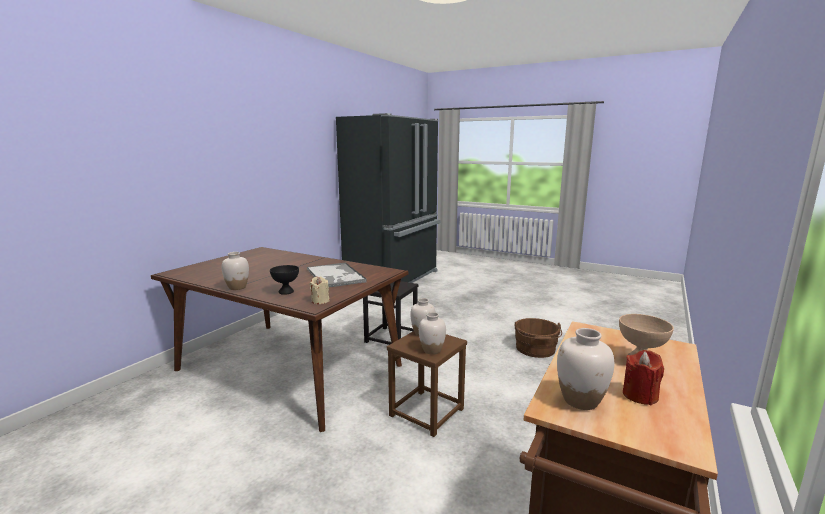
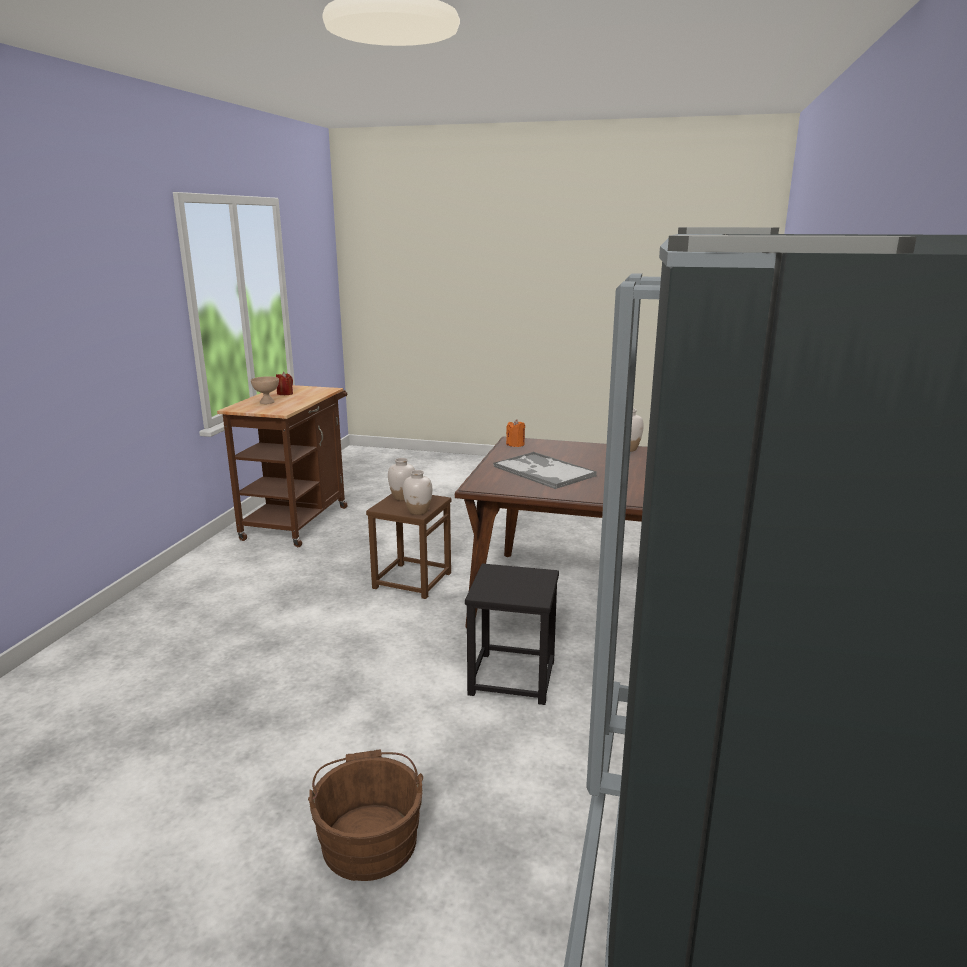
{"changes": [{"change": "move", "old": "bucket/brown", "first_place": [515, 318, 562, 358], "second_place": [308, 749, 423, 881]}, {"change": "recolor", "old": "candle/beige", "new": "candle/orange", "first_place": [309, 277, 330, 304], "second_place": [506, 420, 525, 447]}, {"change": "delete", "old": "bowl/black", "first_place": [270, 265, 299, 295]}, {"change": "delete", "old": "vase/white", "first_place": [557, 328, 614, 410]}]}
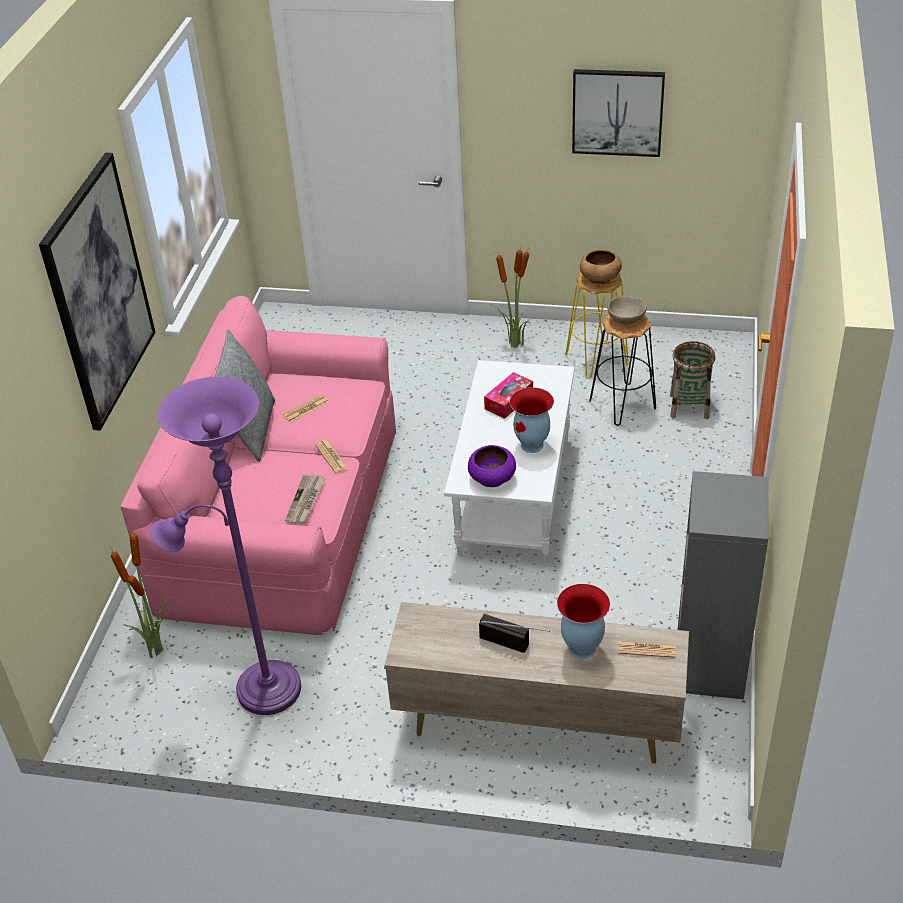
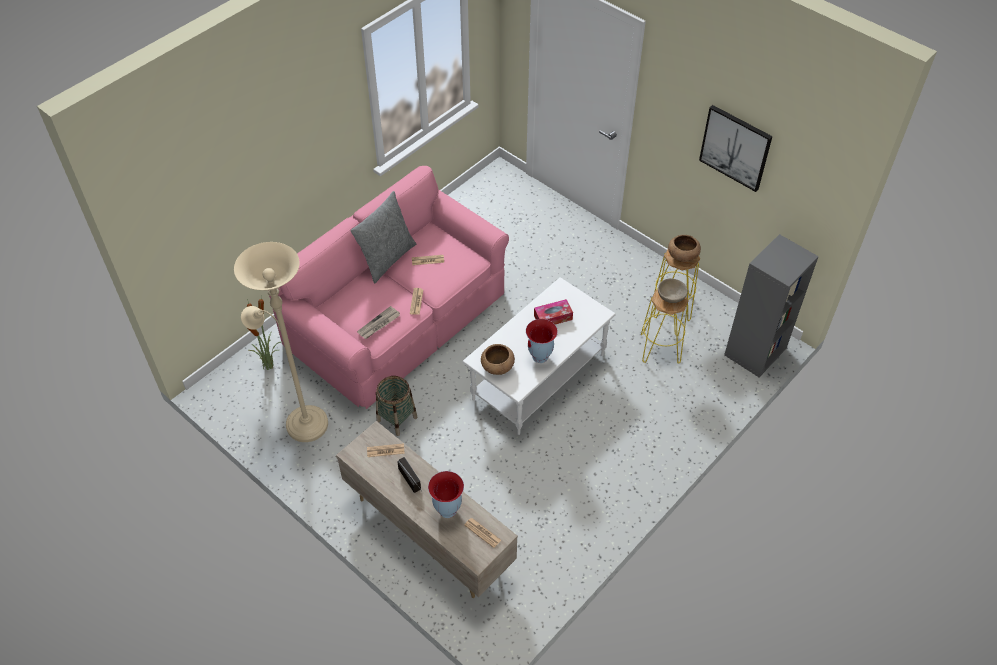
{"changes": [{"change": "recolor", "old": "floor lamp/purple", "new": "floor lamp/beige", "first_place": [150, 377, 301, 715], "second_place": [234, 242, 328, 442]}, {"change": "insert", "new": "newspaper", "second_place": [367, 443, 405, 457]}, {"change": "move", "old": "basket", "first_place": [670, 341, 715, 419], "second_place": [376, 376, 417, 436]}, {"change": "recolor", "old": "bowl/purple", "new": "bowl/brown", "first_place": [468, 445, 516, 487], "second_place": [481, 344, 515, 375]}, {"change": "recolor", "old": "stool/black", "new": "stool/yellow", "first_place": [589, 314, 656, 426], "second_place": [641, 289, 688, 364]}, {"change": "move", "old": "bookcase/grey", "first_place": [677, 471, 768, 699], "second_place": [724, 234, 819, 377]}, {"change": "delete", "old": "picture", "first_place": [39, 153, 156, 431]}, {"change": "delete", "old": "potted plant", "first_place": [490, 246, 536, 348]}]}
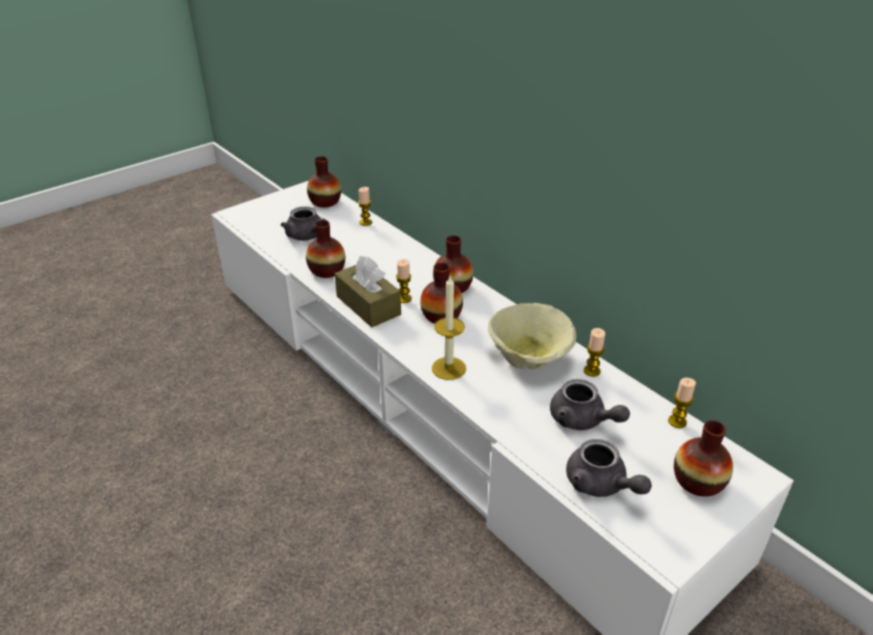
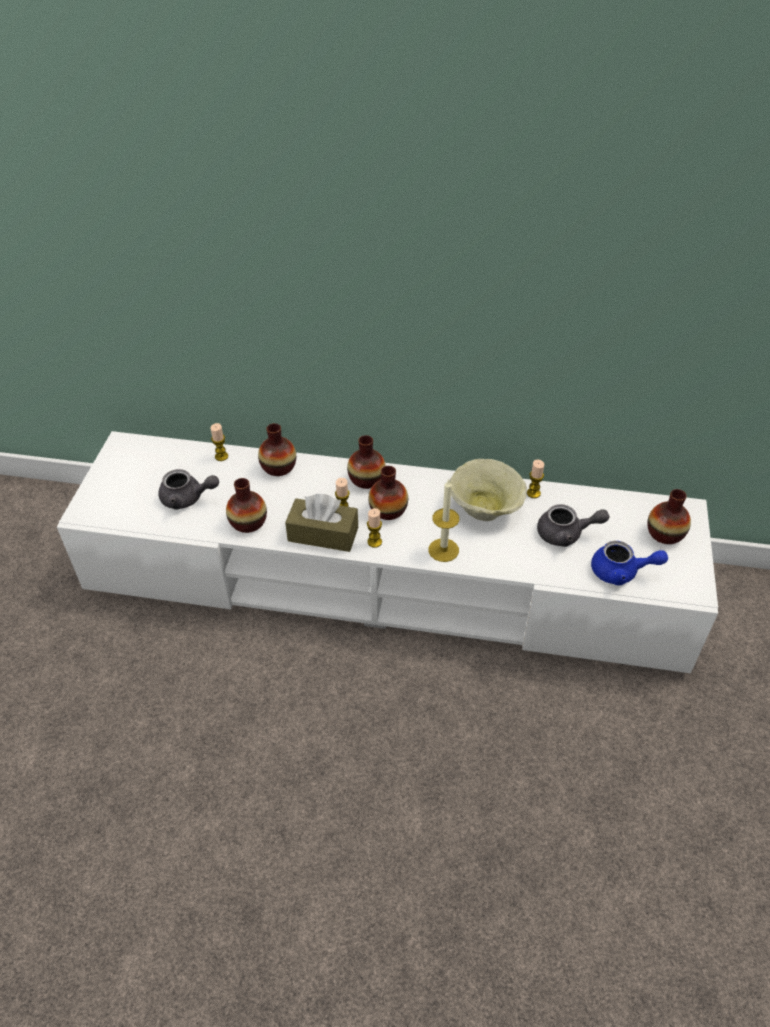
{"changes": [{"change": "move", "old": "vase", "first_place": [307, 156, 341, 208], "second_place": [258, 423, 296, 476]}, {"change": "move", "old": "candle", "first_place": [668, 378, 696, 428], "second_place": [367, 508, 382, 548]}, {"change": "recolor", "old": "teapot/grey", "new": "teapot/blue", "first_place": [566, 439, 652, 497], "second_place": [591, 541, 668, 585]}]}
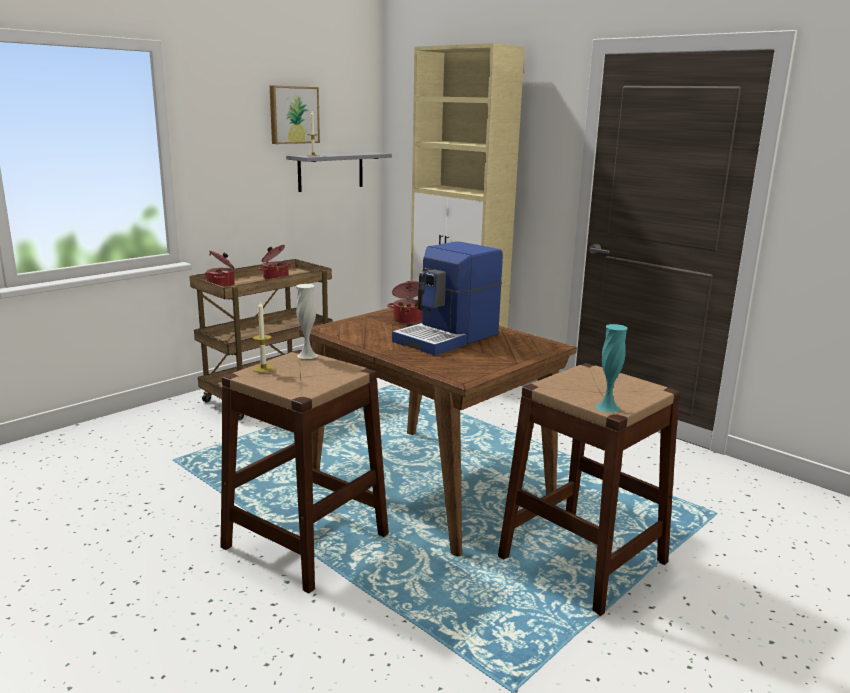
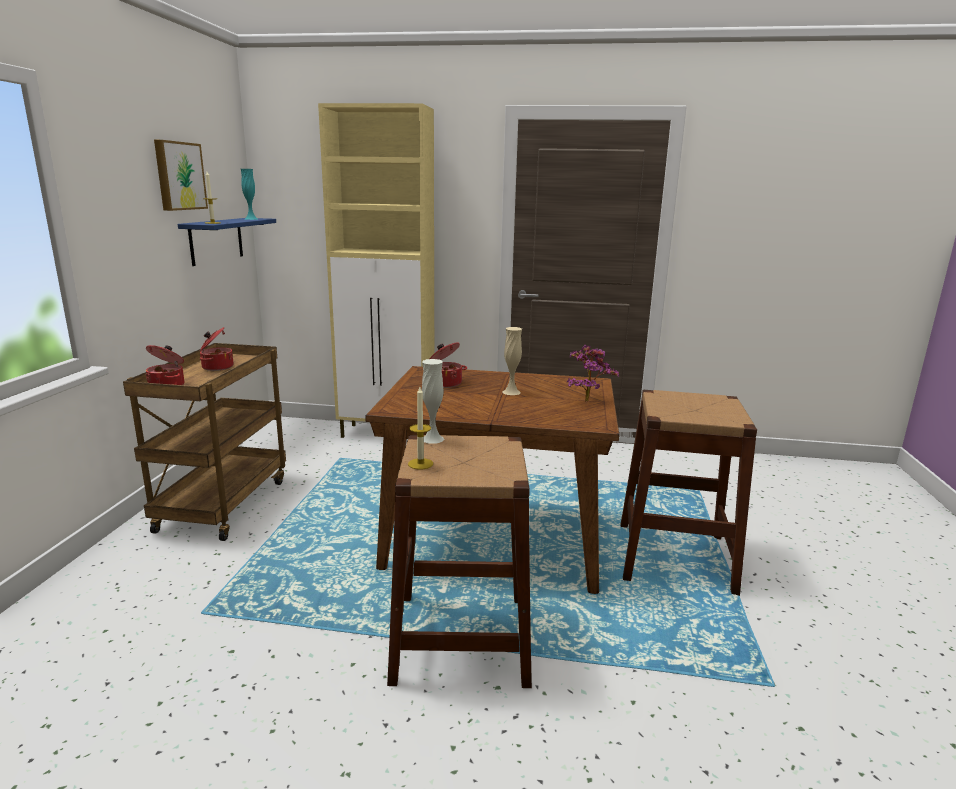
{"changes": [{"change": "recolor", "old": "shelf/grey", "new": "shelf/blue", "first_place": [286, 152, 392, 192], "second_place": [178, 218, 276, 266]}, {"change": "move", "old": "vase/turquoise", "first_place": [595, 324, 628, 413], "second_place": [241, 169, 257, 220]}, {"change": "replace", "old": "coffee machine", "new": "vase/beige", "first_place": [392, 241, 503, 356], "second_place": [502, 327, 522, 395]}, {"change": "insert", "new": "potted plant", "second_place": [567, 345, 619, 402]}]}
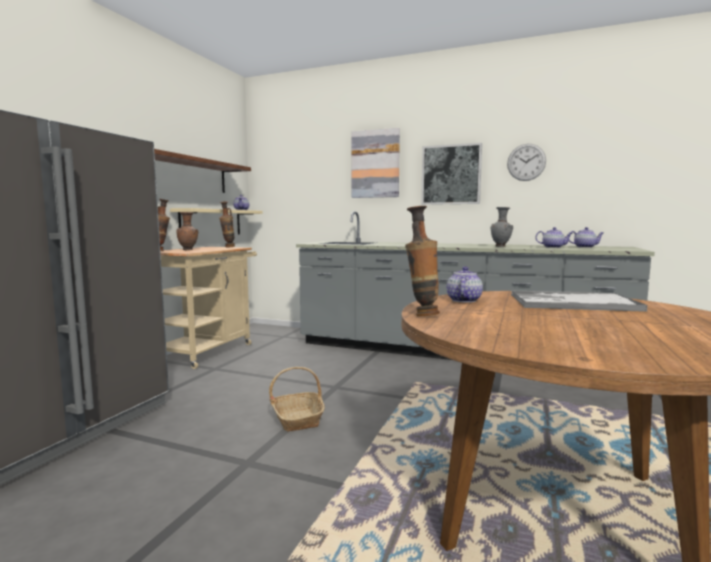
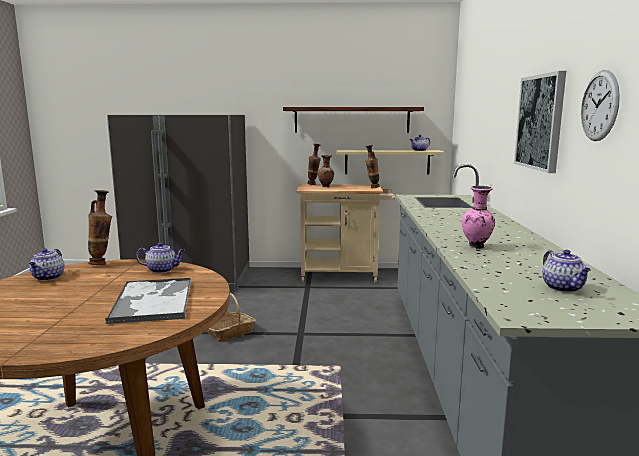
{"changes": [{"change": "move", "old": "teapot", "first_place": [535, 227, 572, 248], "second_place": [29, 248, 65, 281]}, {"change": "recolor", "old": "vase/grey", "new": "vase/pink", "first_place": [491, 207, 513, 247], "second_place": [462, 186, 495, 249]}, {"change": "delete", "old": "picture", "first_place": [352, 128, 400, 198]}]}
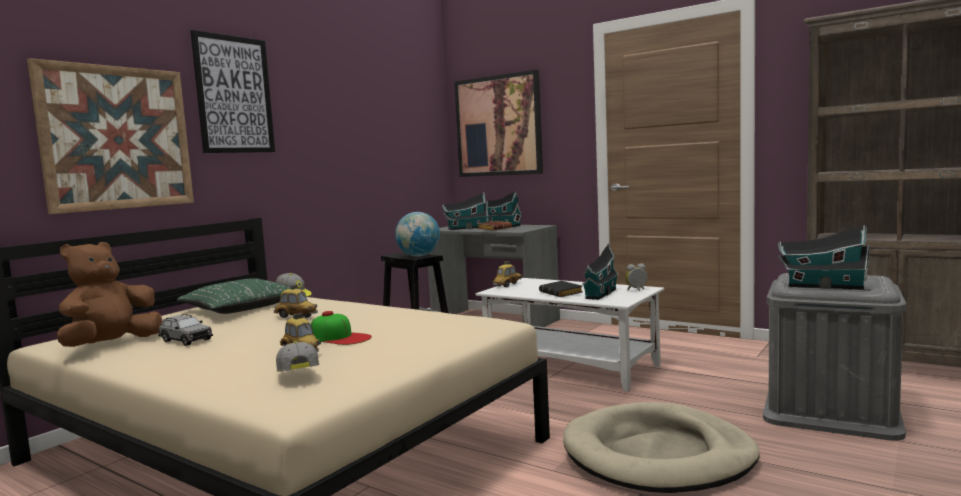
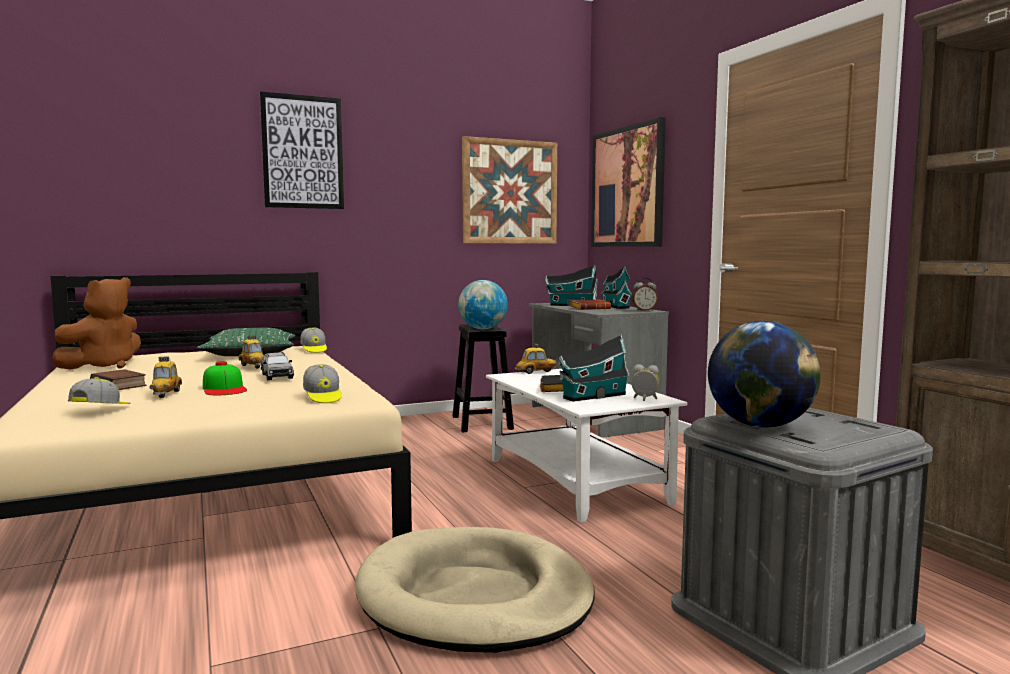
{"changes": [{"change": "rotate", "old": "plush toy/brown", "first_place": [57, 242, 163, 347], "second_place": [52, 277, 141, 370], "degrees": 150}, {"change": "insert", "new": "book", "second_place": [90, 369, 146, 390]}, {"change": "move", "old": "toy car/grey", "first_place": [158, 314, 213, 346], "second_place": [261, 352, 294, 381]}, {"change": "insert", "new": "cap", "second_place": [303, 364, 342, 403]}, {"change": "move", "old": "picture", "first_place": [27, 58, 194, 214], "second_place": [462, 136, 557, 244]}, {"change": "insert", "new": "alarm clock", "second_place": [632, 278, 658, 311]}, {"change": "replace", "old": "toy house", "new": "globe", "first_place": [778, 225, 870, 289], "second_place": [708, 321, 821, 428]}]}
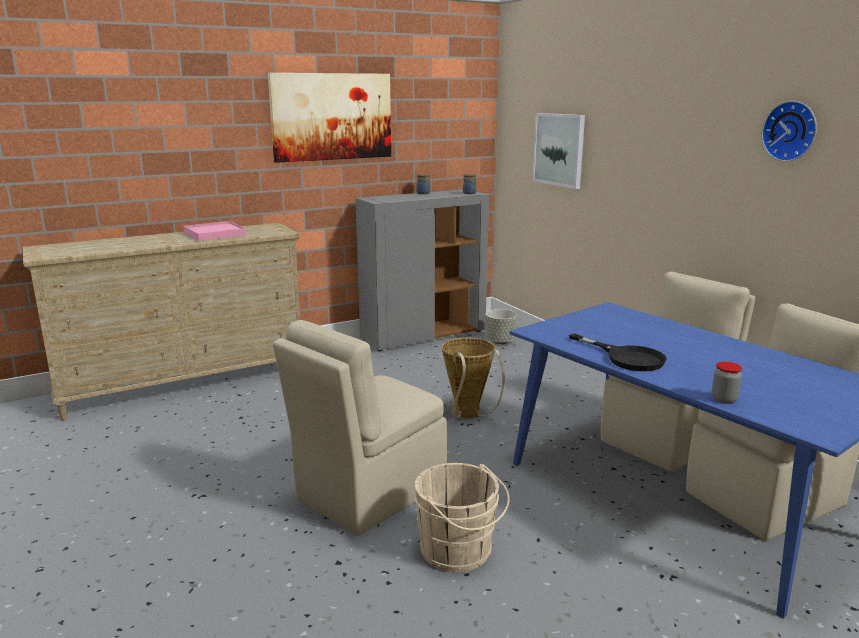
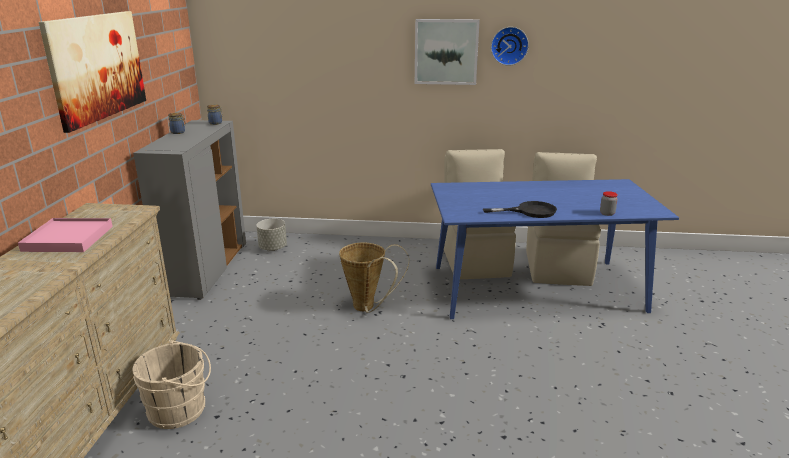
{"changes": [{"change": "move", "old": "bucket/beige", "first_place": [413, 463, 510, 572], "second_place": [132, 340, 211, 429]}, {"change": "move", "old": "picture", "first_place": [532, 113, 585, 189], "second_place": [415, 19, 480, 85]}, {"change": "delete", "old": "chair/beige", "first_place": [273, 320, 447, 536]}]}
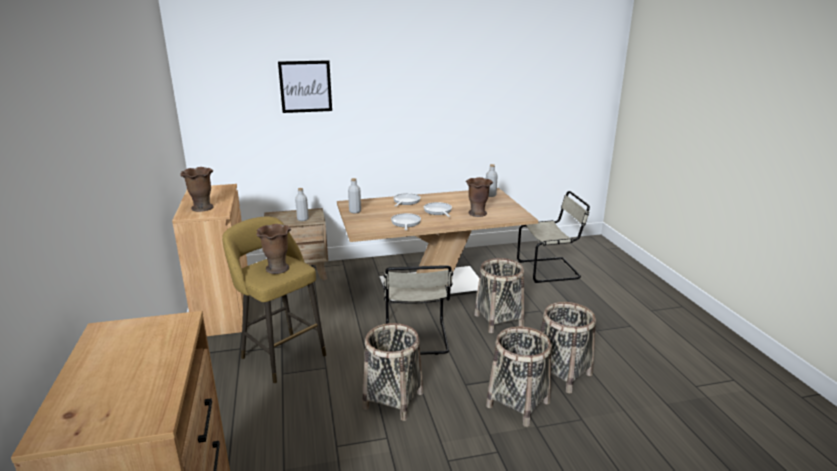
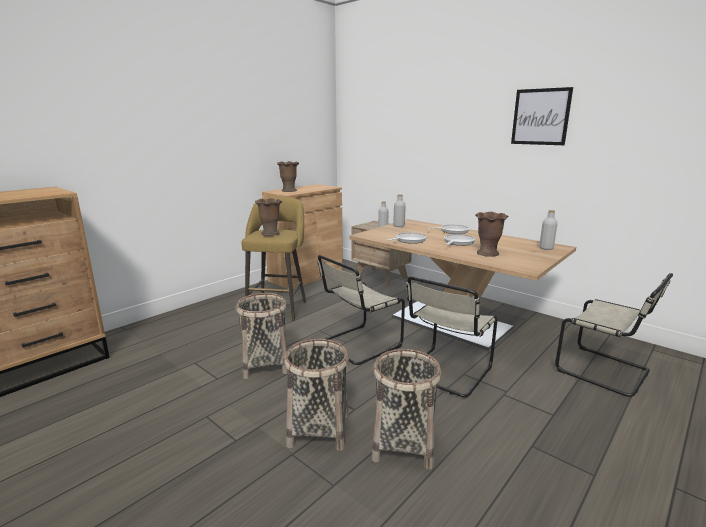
{"changes": [{"change": "replace", "old": "basket", "new": "chair/beige", "first_place": [474, 258, 524, 333], "second_place": [406, 276, 498, 398]}, {"change": "move", "old": "picture", "first_place": [278, 60, 332, 113], "second_place": [511, 87, 573, 145]}]}
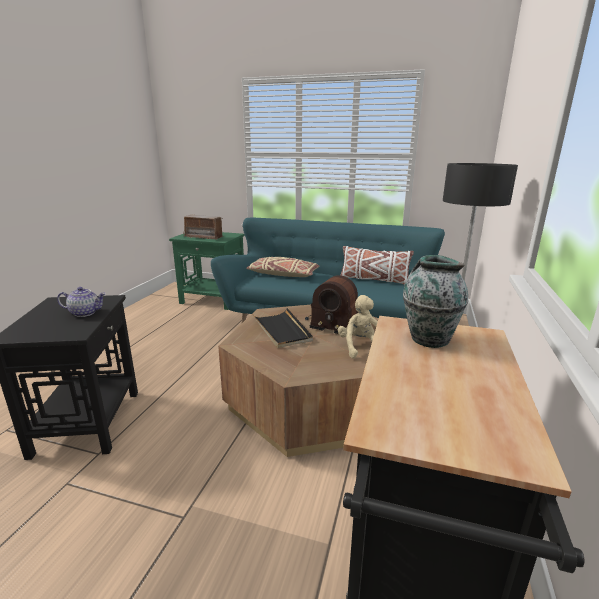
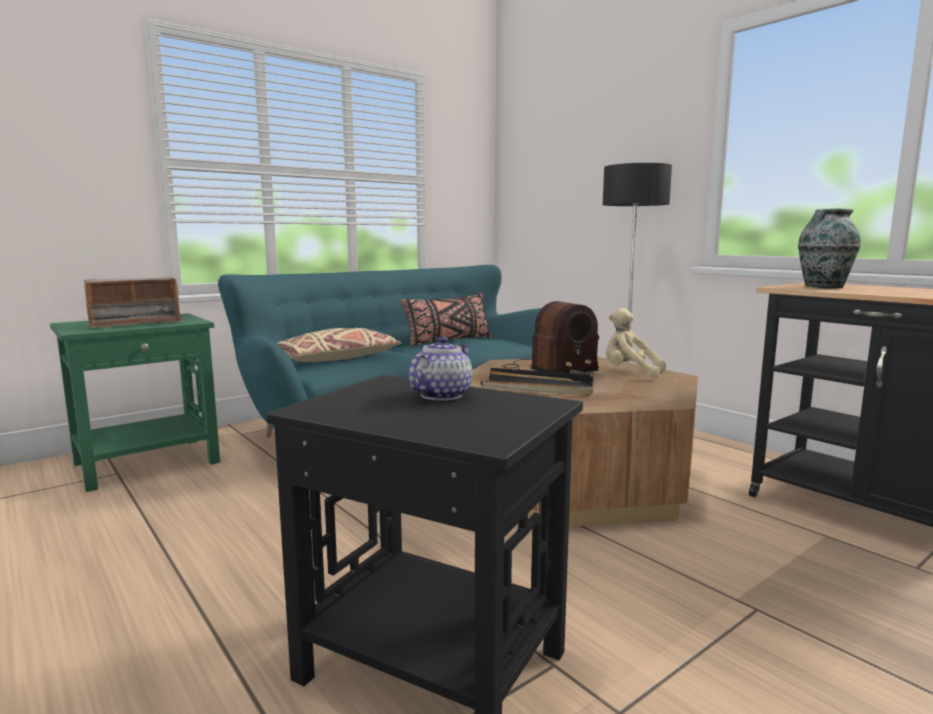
{"changes": [{"change": "recolor", "old": "pillow/white", "new": "pillow/black", "first_place": [340, 246, 414, 285], "second_place": [401, 293, 492, 346]}]}
